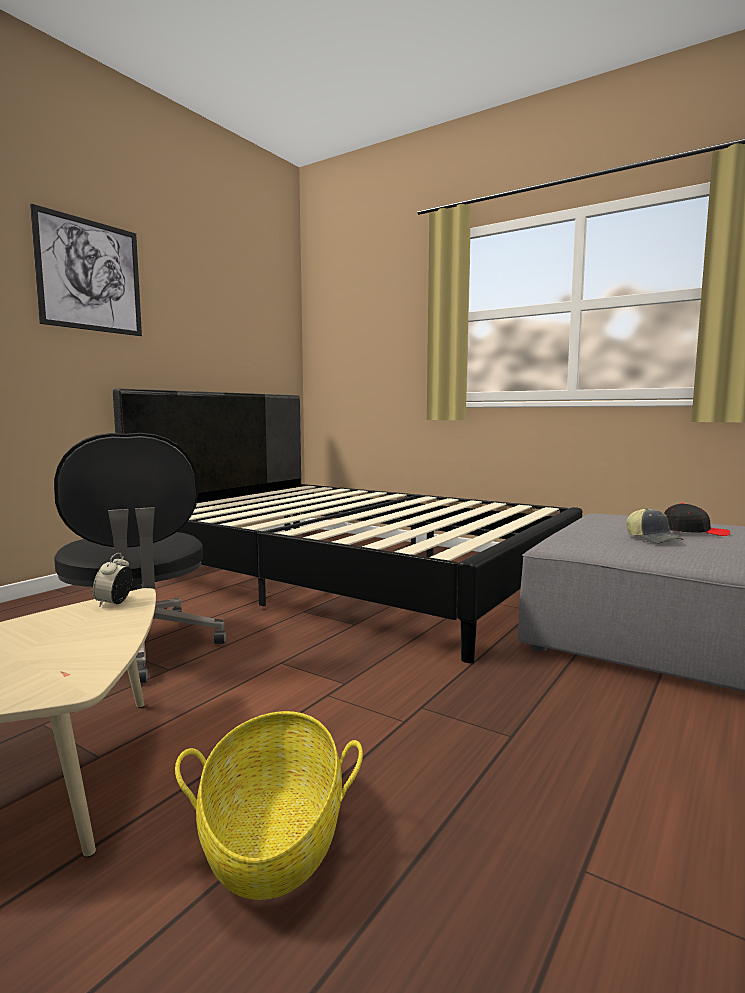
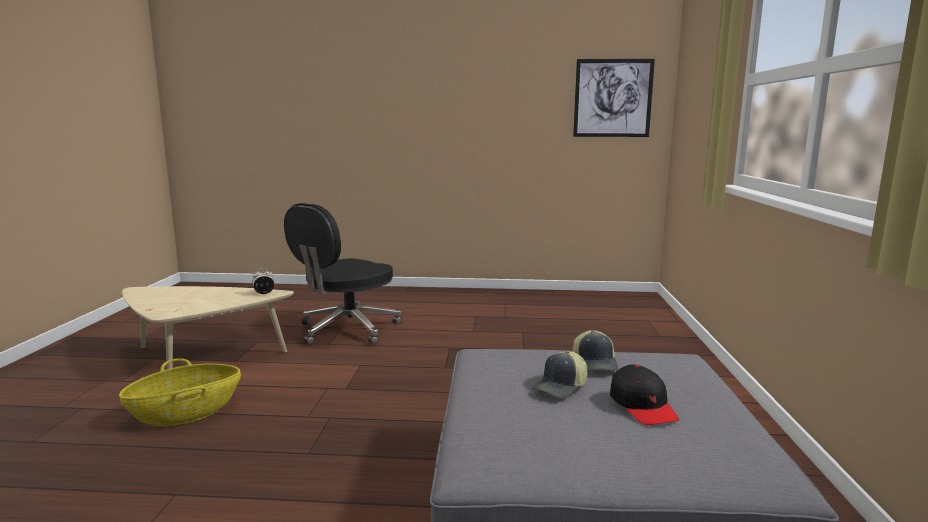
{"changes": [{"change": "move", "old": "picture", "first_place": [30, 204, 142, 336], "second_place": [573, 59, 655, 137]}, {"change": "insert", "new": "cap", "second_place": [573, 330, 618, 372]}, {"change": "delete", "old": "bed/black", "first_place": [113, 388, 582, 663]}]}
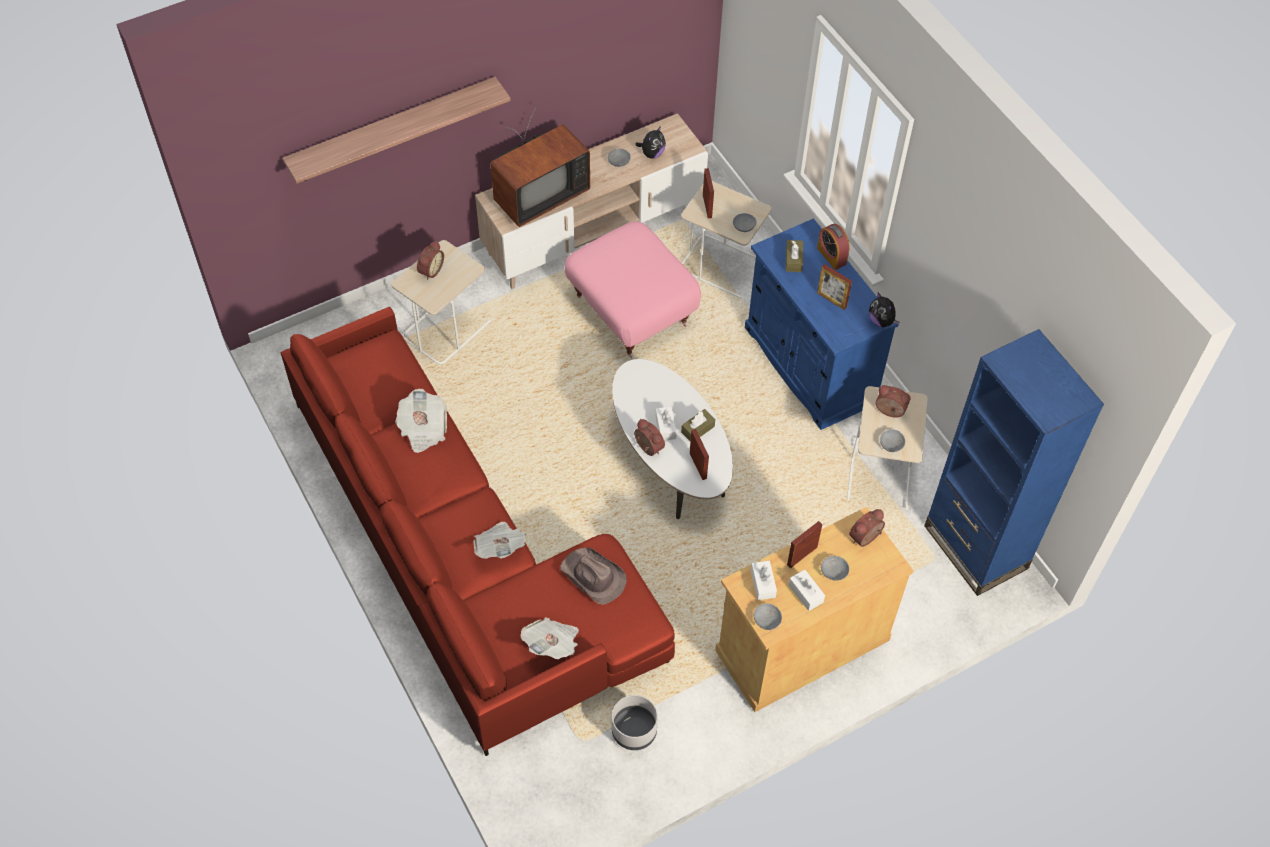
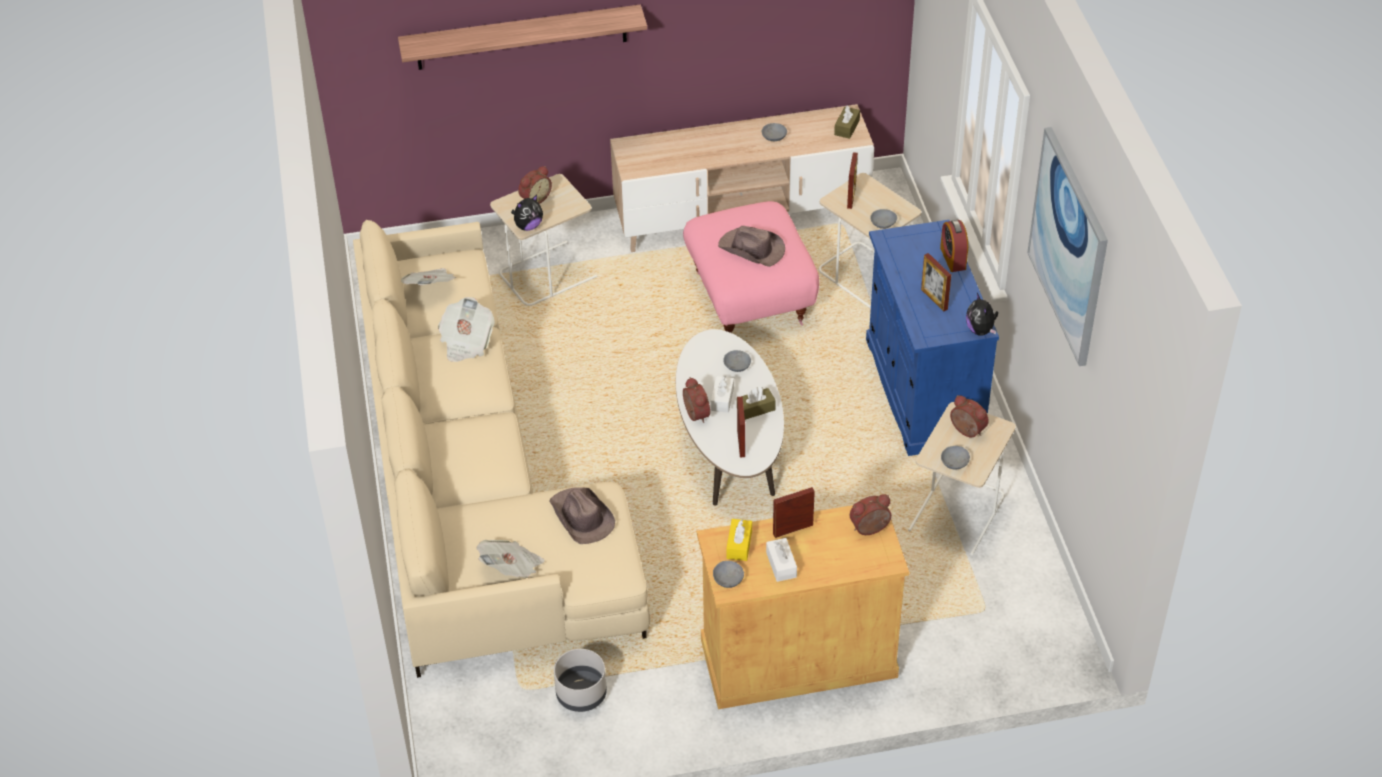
{"changes": [{"change": "recolor", "old": "sofa/red", "new": "sofa/beige", "first_place": [281, 307, 675, 756], "second_place": [353, 220, 650, 678]}, {"change": "move", "old": "newspaper", "first_place": [474, 522, 526, 559], "second_place": [401, 268, 456, 286]}, {"change": "move", "old": "plush toy", "first_place": [635, 126, 666, 159], "second_place": [511, 195, 543, 231]}, {"change": "insert", "new": "hat/brown", "second_place": [718, 226, 785, 267]}, {"change": "move", "old": "bowl/grey", "first_place": [821, 556, 849, 581], "second_place": [723, 350, 751, 372]}, {"change": "recolor", "old": "tissue box/white", "new": "tissue box/yellow", "first_place": [751, 561, 777, 600], "second_place": [726, 519, 752, 561]}, {"change": "move", "old": "tissue box/brown", "first_place": [786, 240, 803, 272], "second_place": [834, 105, 860, 139]}, {"change": "insert", "new": "picture", "second_place": [1027, 127, 1108, 366]}, {"change": "delete", "old": "television", "first_place": [490, 106, 590, 227]}, {"change": "delete", "old": "bookcase/blue", "first_place": [924, 329, 1104, 596]}]}
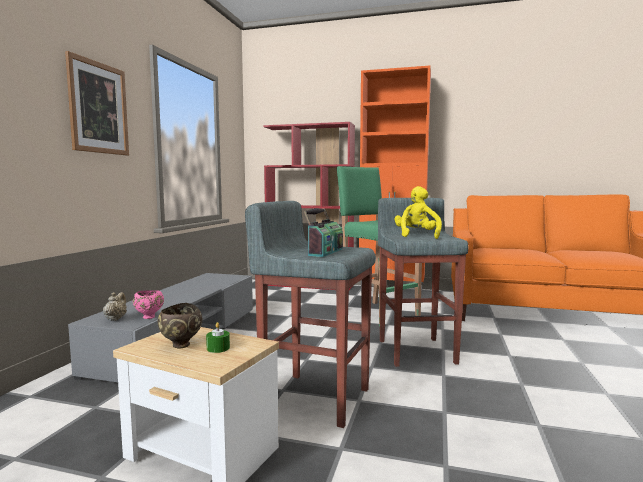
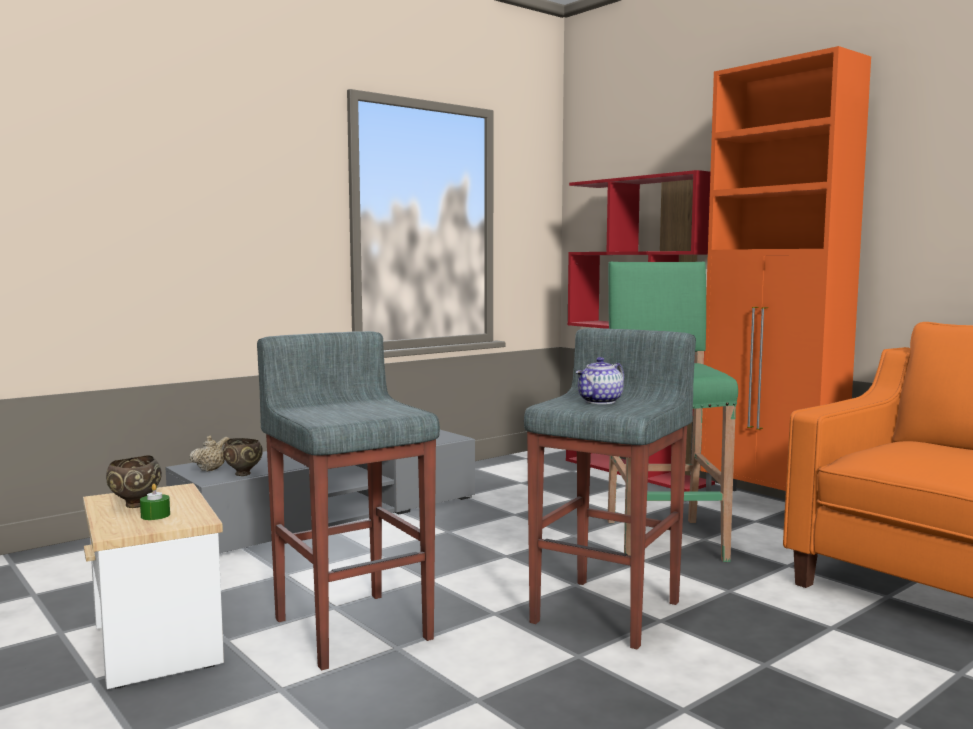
{"changes": [{"change": "recolor", "old": "bowl/pink", "new": "bowl/brown", "first_place": [133, 290, 164, 319], "second_place": [223, 438, 263, 476]}, {"change": "replace", "old": "plush toy/yellow", "new": "teapot", "first_place": [395, 186, 442, 239], "second_place": [576, 357, 624, 404]}, {"change": "delete", "old": "picture", "first_place": [65, 51, 129, 155]}, {"change": "delete", "old": "radio", "first_place": [304, 208, 343, 257]}]}
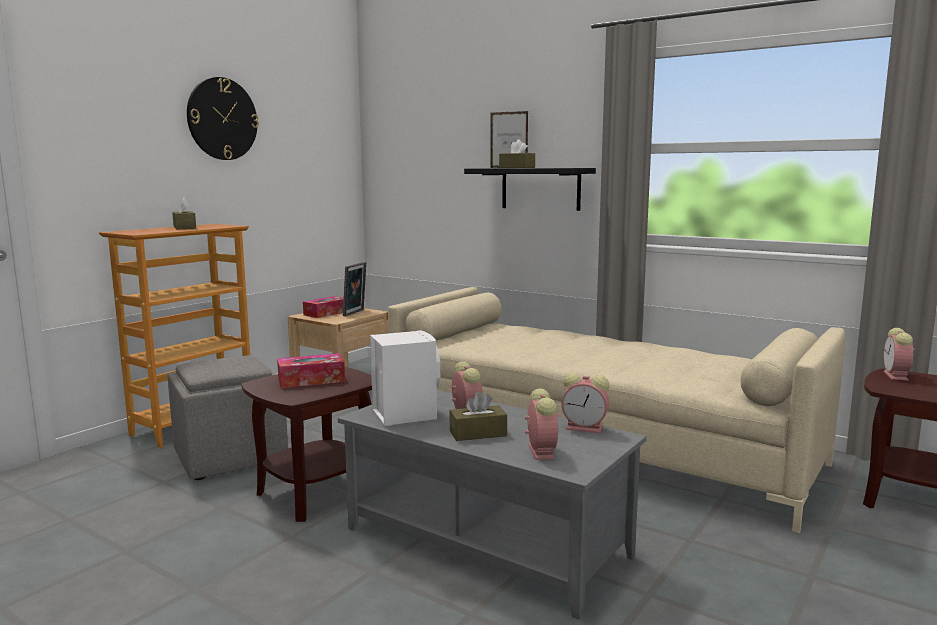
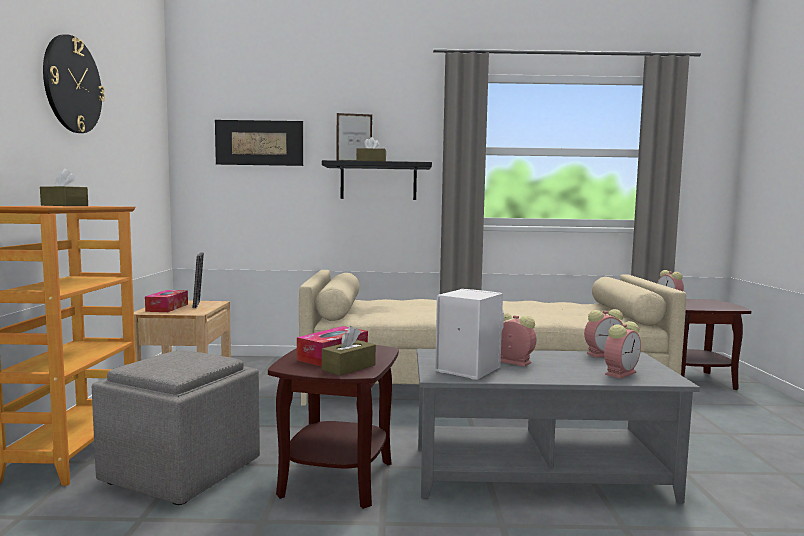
{"changes": [{"change": "insert", "new": "picture", "second_place": [215, 120, 303, 166]}, {"change": "move", "old": "tissue box/brown", "first_place": [450, 391, 507, 441], "second_place": [322, 326, 376, 376]}, {"change": "rotate", "old": "alarm clock", "first_place": [525, 389, 558, 460], "second_place": [604, 321, 641, 379], "degrees": 90}]}
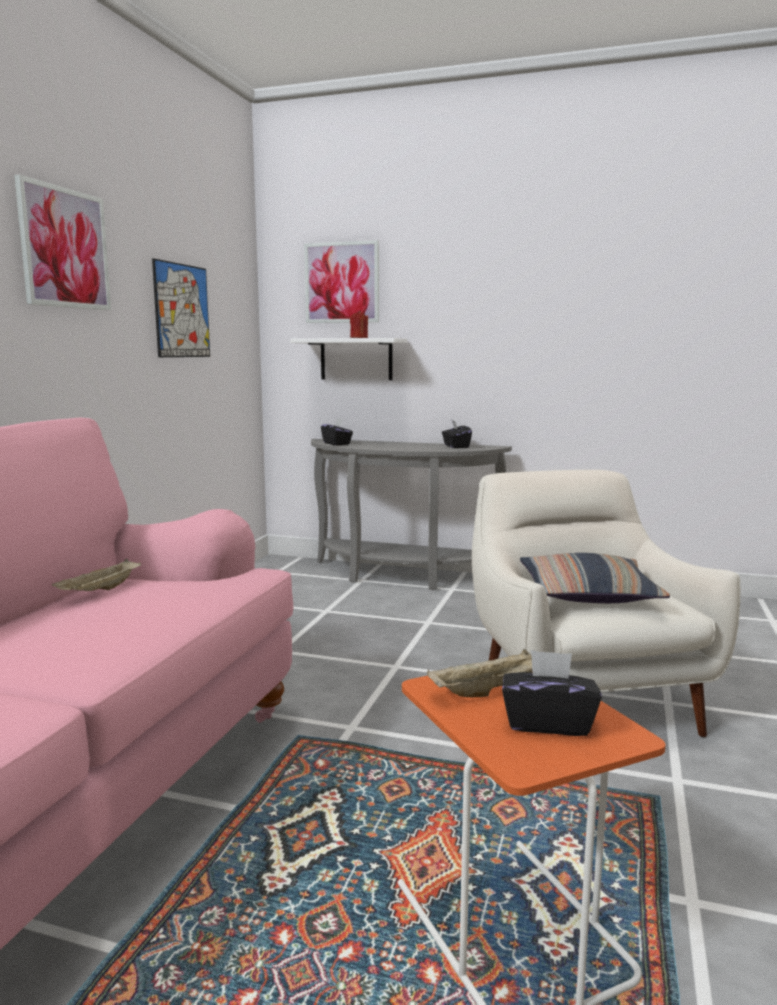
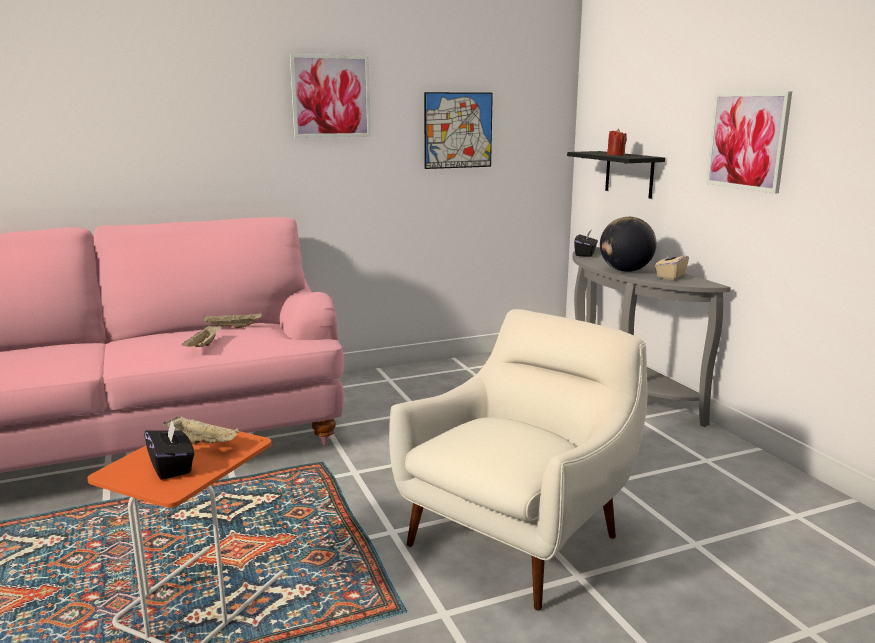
{"changes": [{"change": "insert", "new": "tray/beige", "second_place": [181, 325, 222, 347]}, {"change": "recolor", "old": "shelf/white", "new": "shelf/black", "first_place": [290, 338, 407, 380], "second_place": [567, 151, 665, 199]}, {"change": "insert", "new": "globe", "second_place": [600, 217, 656, 272]}, {"change": "recolor", "old": "tissue box/black", "new": "tissue box/beige", "first_place": [442, 419, 472, 448], "second_place": [655, 248, 689, 280]}, {"change": "move", "old": "picture", "first_place": [304, 240, 379, 323], "second_place": [706, 91, 792, 193]}, {"change": "delete", "old": "pillow", "first_place": [520, 553, 670, 603]}]}
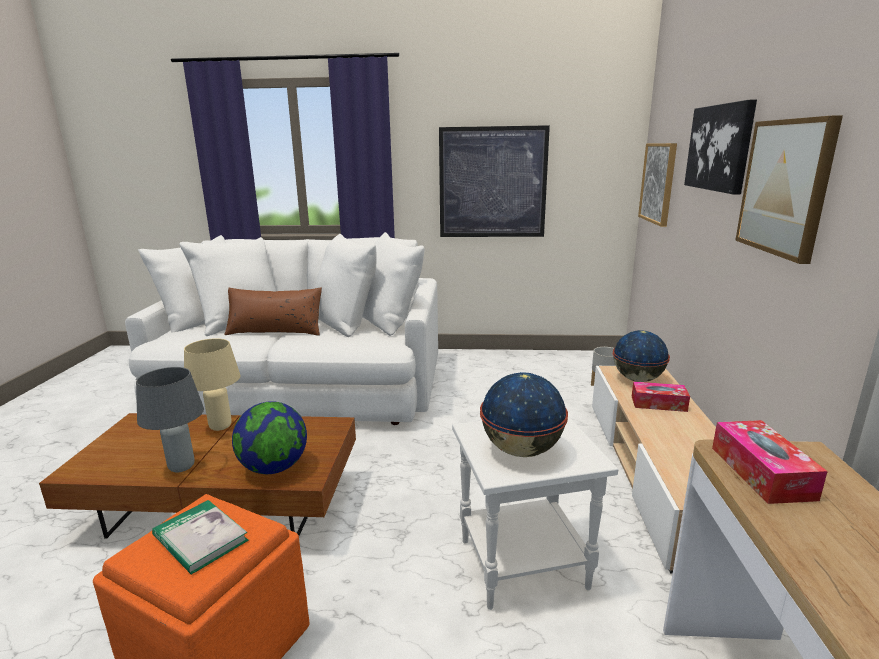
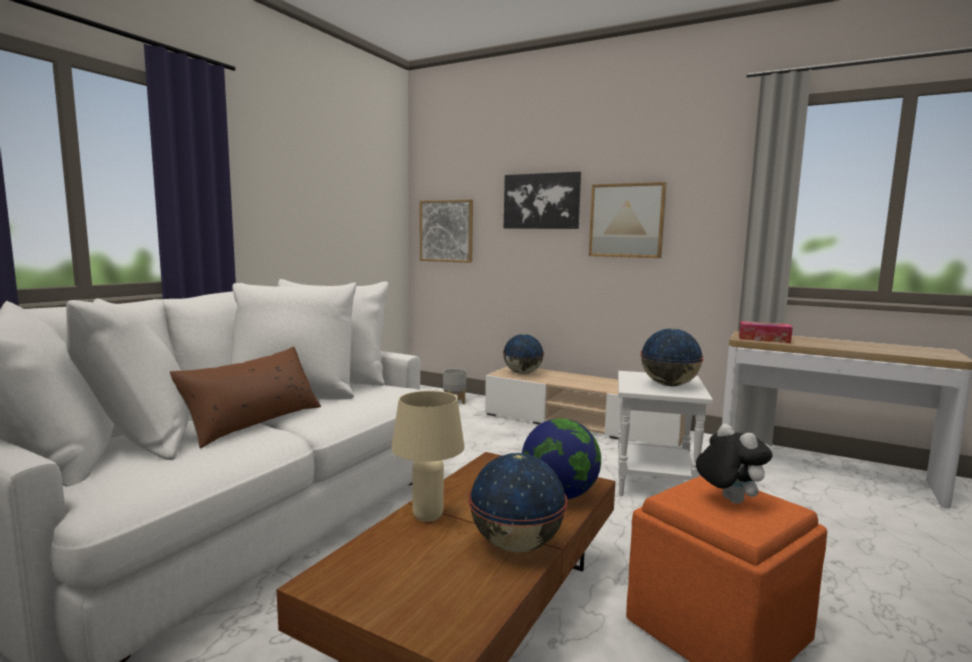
{"changes": [{"change": "replace", "old": "table lamp/grey", "new": "globe", "first_place": [136, 367, 204, 473], "second_place": [468, 453, 568, 553]}, {"change": "replace", "old": "book", "new": "plush toy", "first_place": [152, 500, 249, 575], "second_place": [696, 424, 772, 504]}, {"change": "delete", "old": "picture", "first_place": [439, 125, 550, 237]}, {"change": "delete", "old": "tissue box", "first_place": [632, 382, 690, 412]}]}
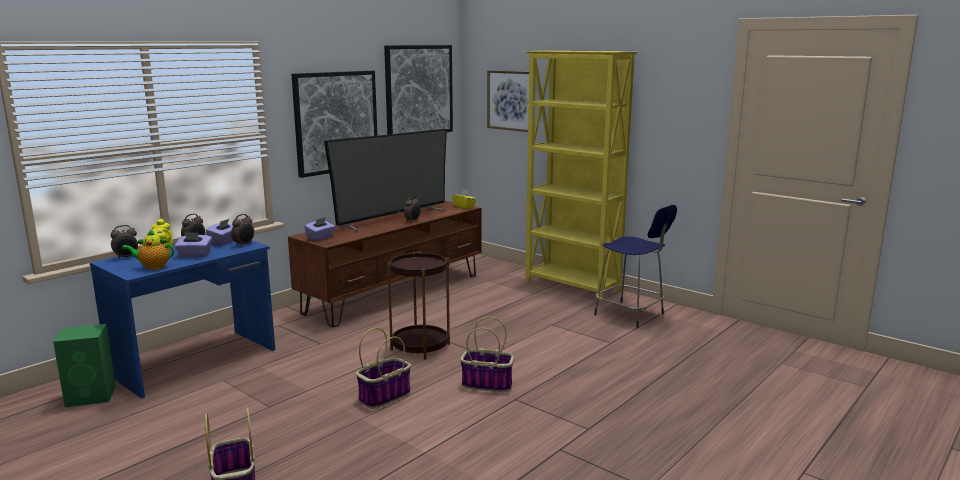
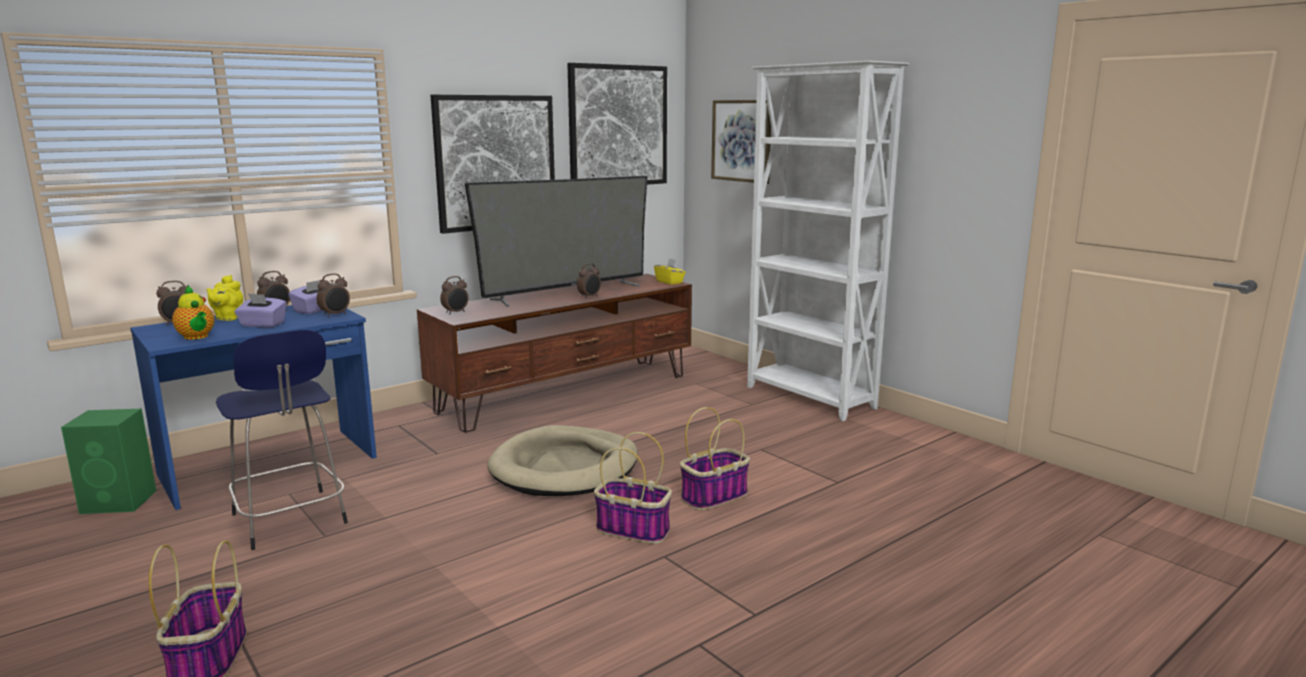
{"changes": [{"change": "rotate", "old": "teapot", "first_place": [122, 229, 174, 270], "second_place": [172, 285, 215, 340], "degrees": -135}, {"change": "move", "old": "stool/blue", "first_place": [594, 205, 677, 328], "second_place": [216, 330, 348, 550]}, {"change": "replace", "old": "tissue box/purple", "new": "alarm clock", "first_place": [304, 217, 335, 241], "second_place": [440, 276, 468, 314]}, {"change": "replace", "old": "side table/brown", "new": "dog bed/beige", "first_place": [387, 252, 450, 360], "second_place": [487, 425, 638, 496]}, {"change": "move", "old": "basket", "first_place": [356, 328, 411, 409], "second_place": [680, 407, 750, 510]}, {"change": "recolor", "old": "bookcase/yellow", "new": "bookcase/white", "first_place": [525, 51, 638, 301], "second_place": [747, 61, 909, 421]}]}
